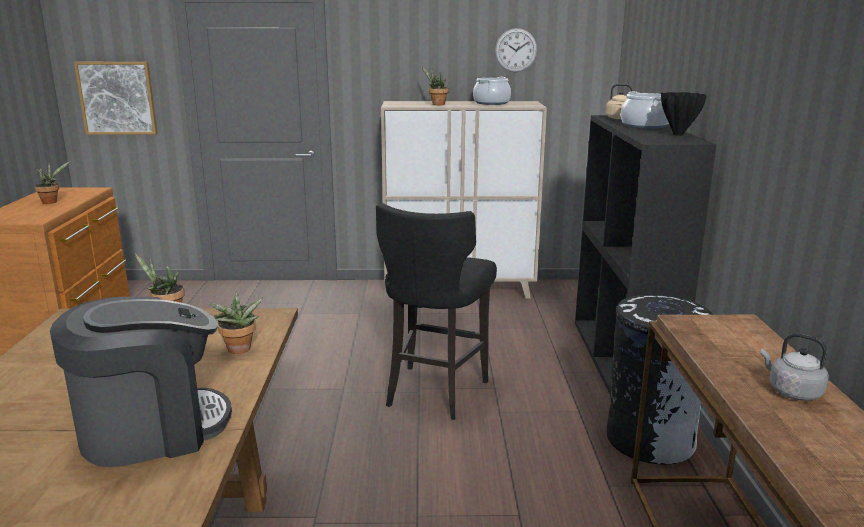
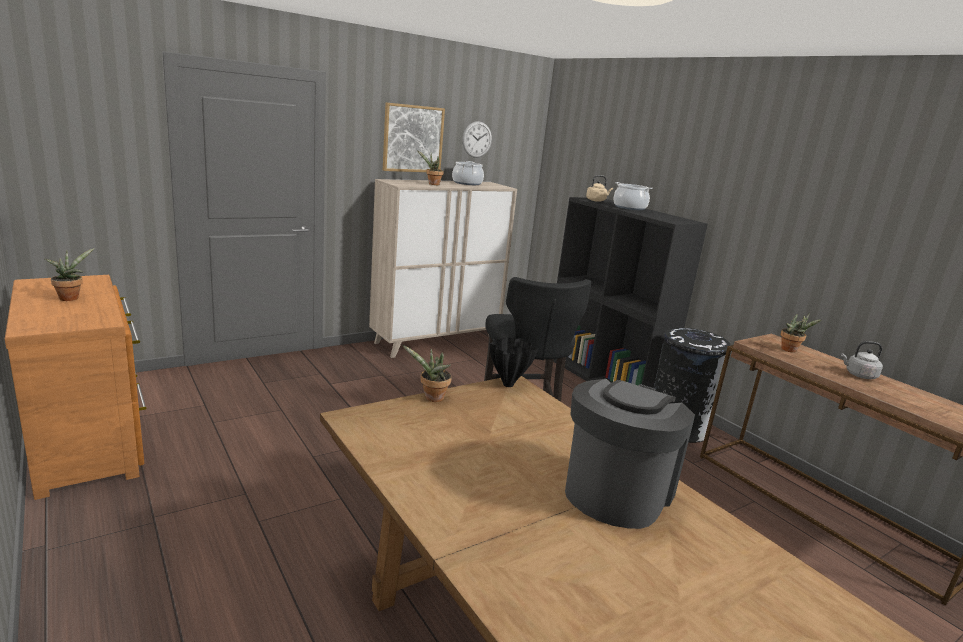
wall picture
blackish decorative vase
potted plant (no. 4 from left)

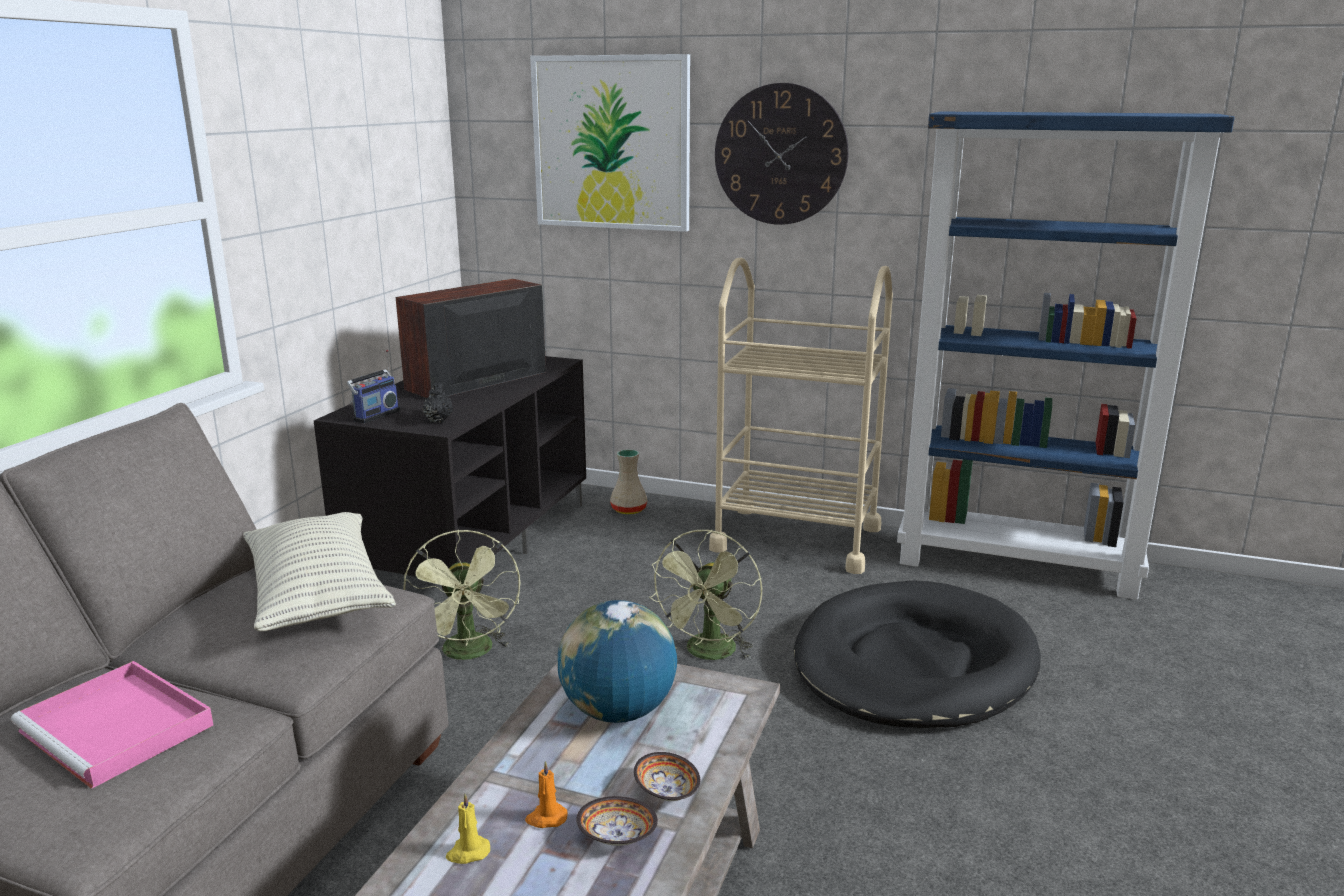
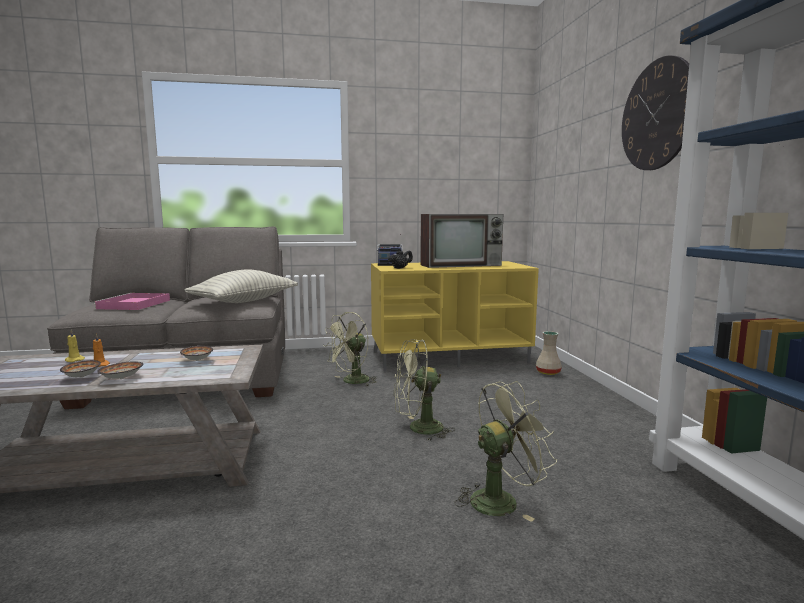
deep dish (no. 3 from left)
yellow-coloured media console
TV
green electric fan (no. 3 from left)
wall picture
sand-coloured cart

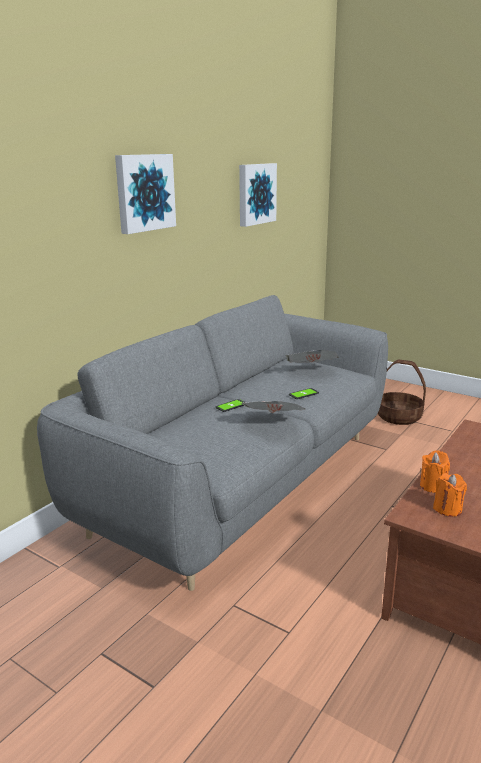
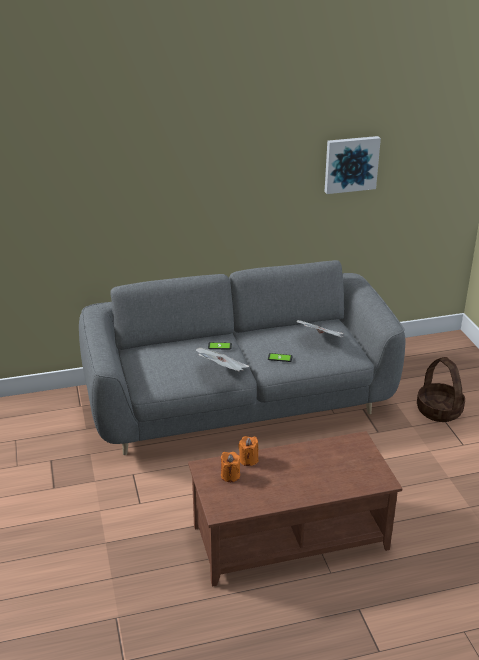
wall picture (no. 1 from left in the first image)

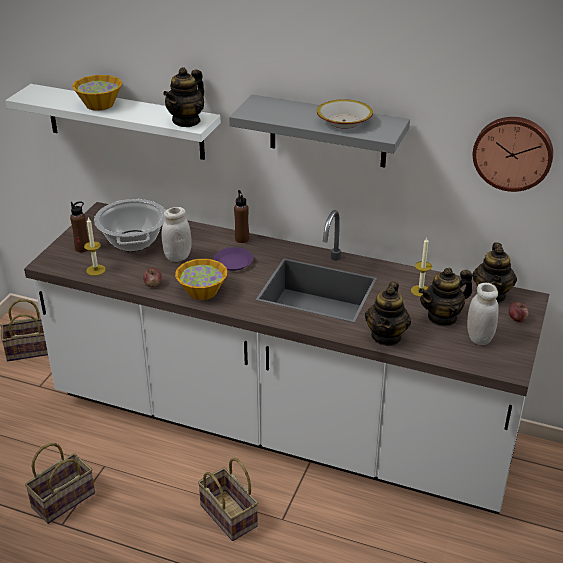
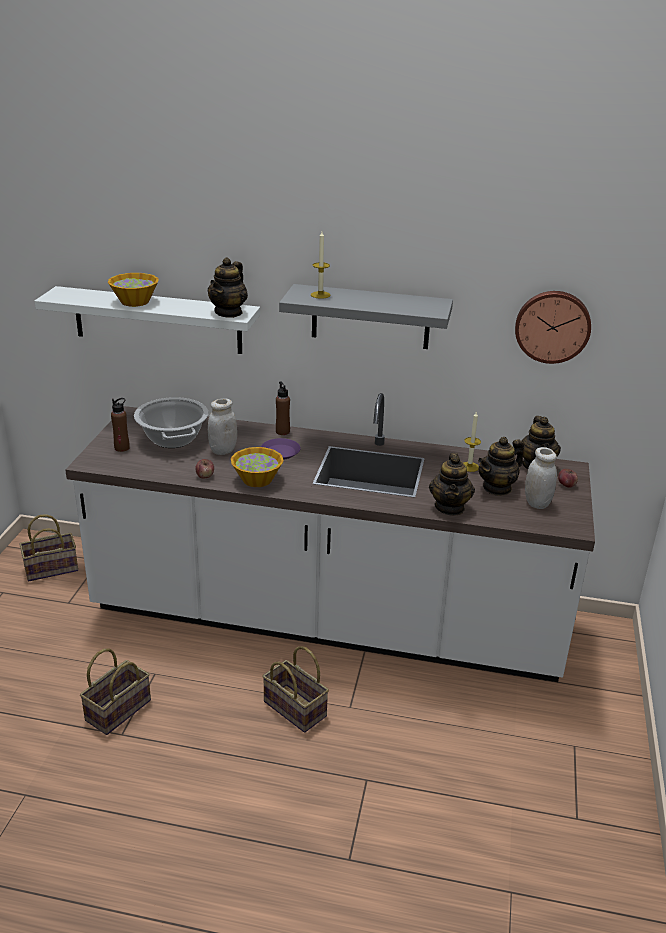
wax candle (no. 1 from left)
deep dish (no. 3 from left in the first image)

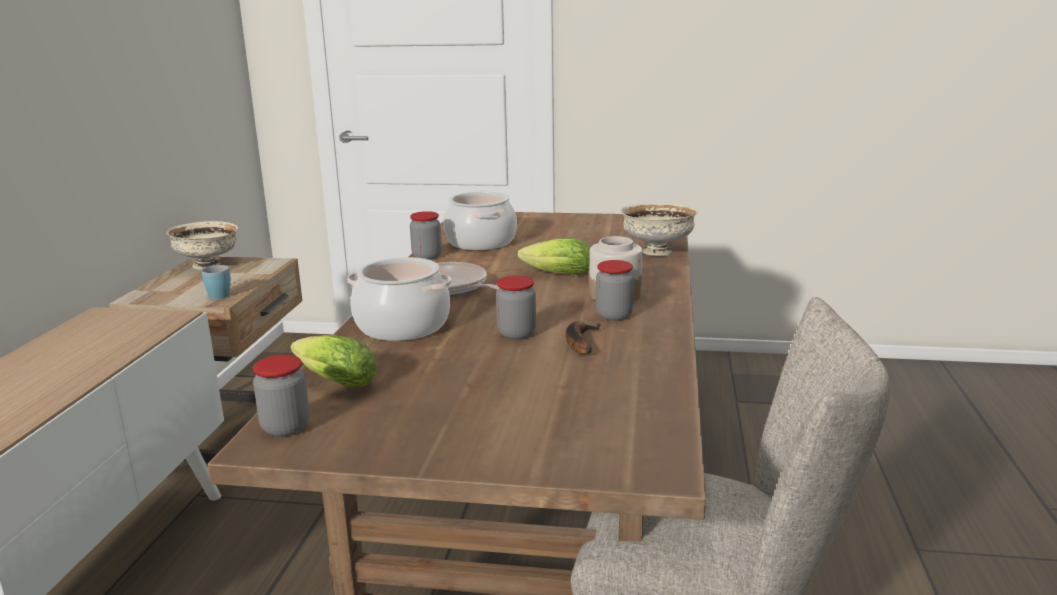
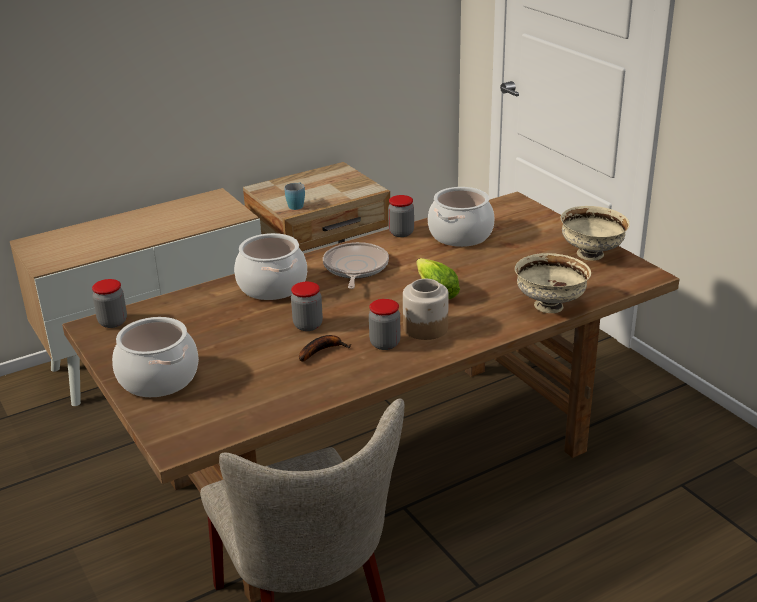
saucepot (no. 1 from left)
sand-coloured deep dish (no. 2 from left)
lettuce head (no. 1 from left in the first image)

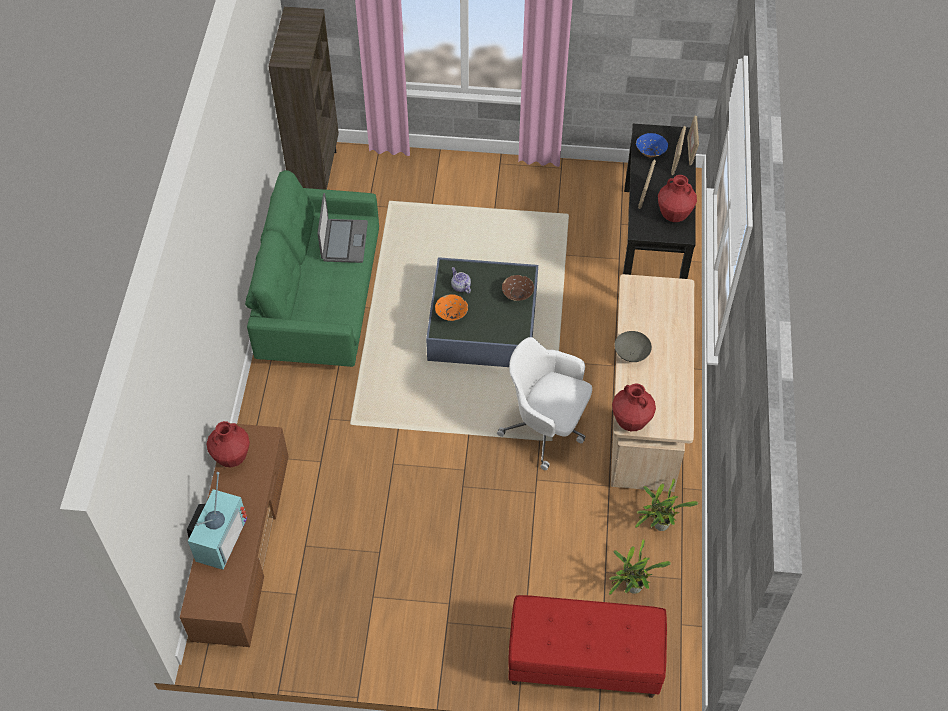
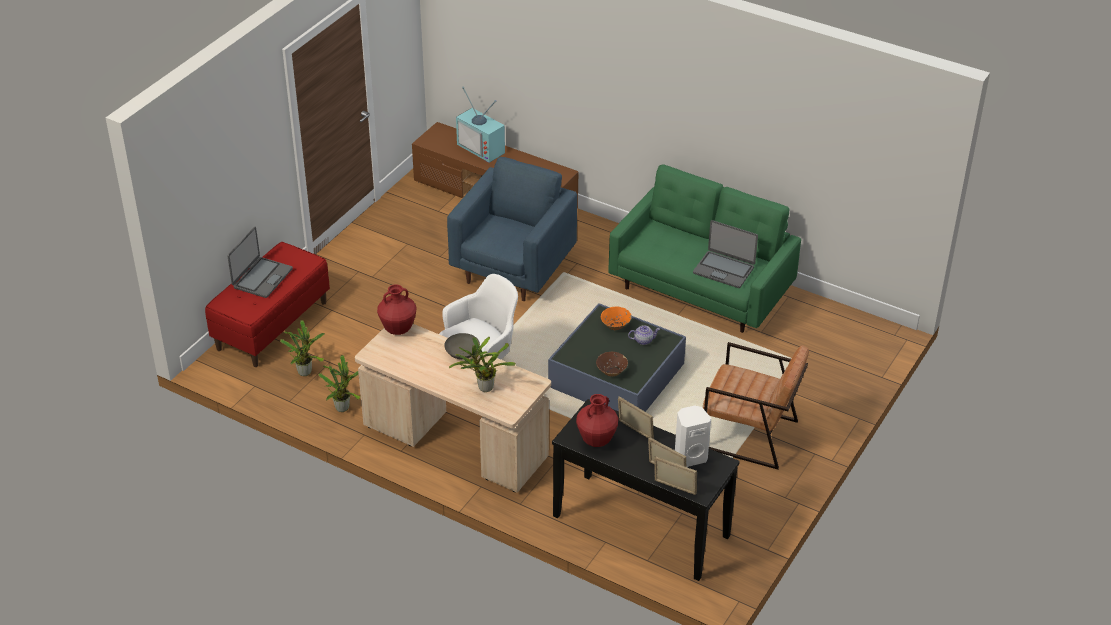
laptop (no. 1 from left)
blue-coloured lounge chair
potted plant (no. 3 from left)
whitish audio speaker
brown-coloured lounge chair
red-coloured decorative vase (no. 1 from left in the first image)
brown-coloured shelving unit

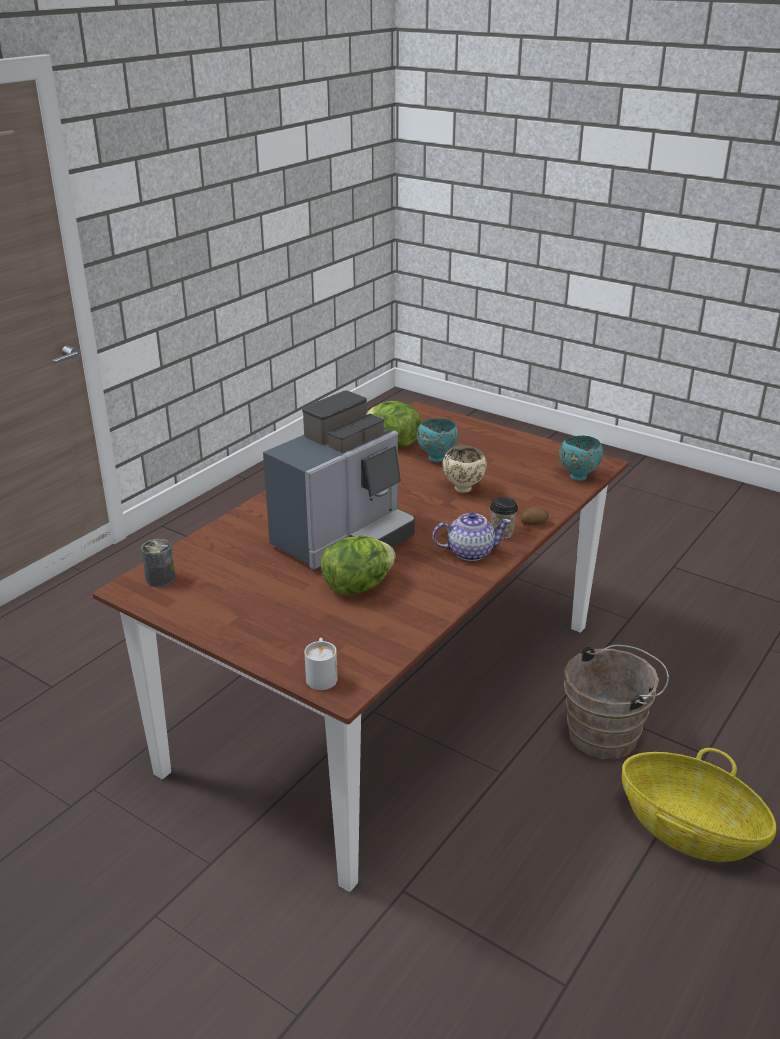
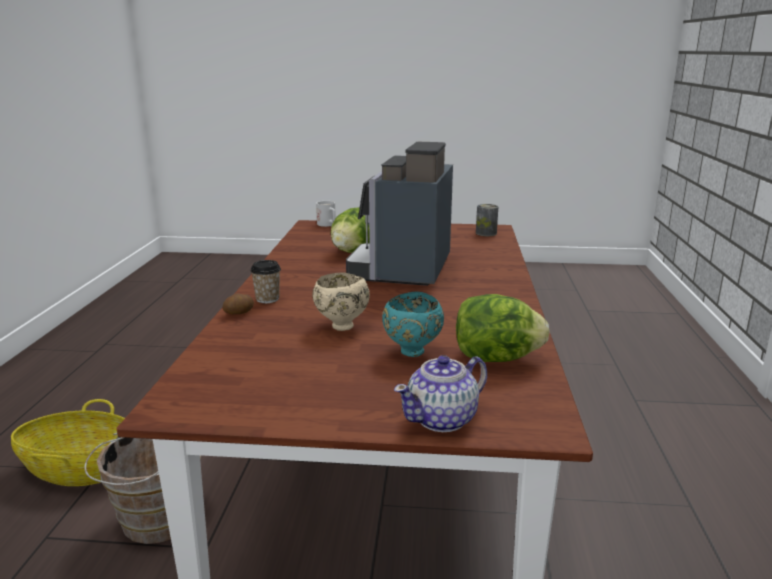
teapot
turquoise-coloured deep dish (no. 2 from left in the first image)

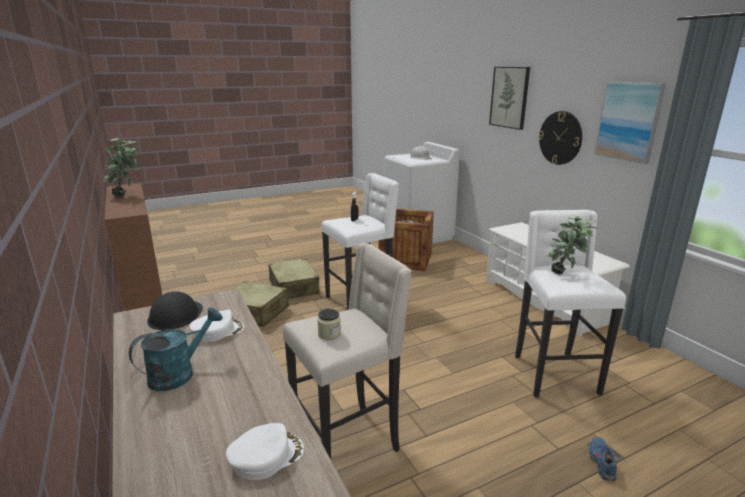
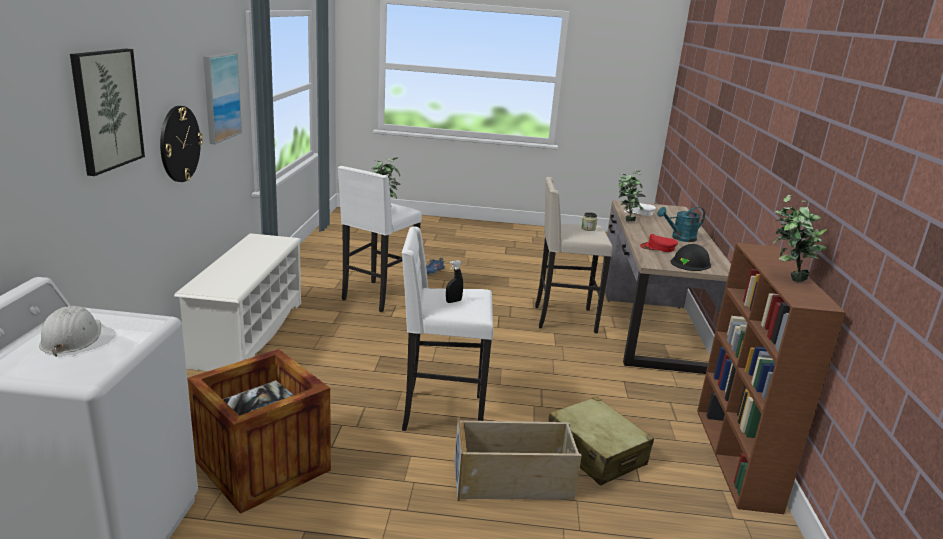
sand-coloured storage container
potted plant (no. 2 from left)
red-coloured cap

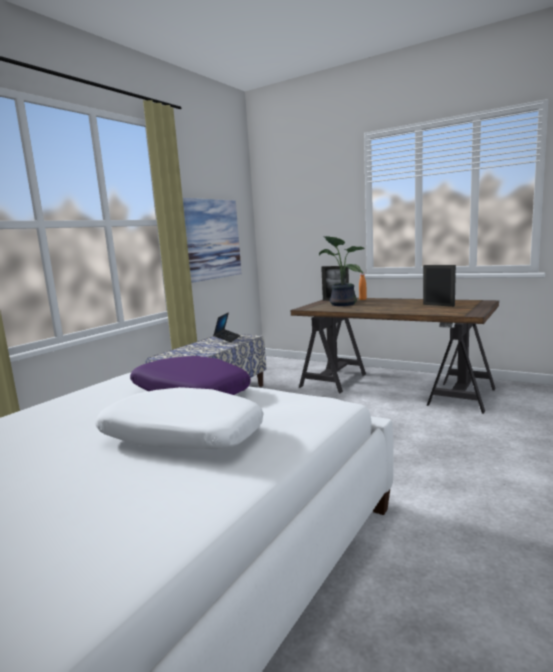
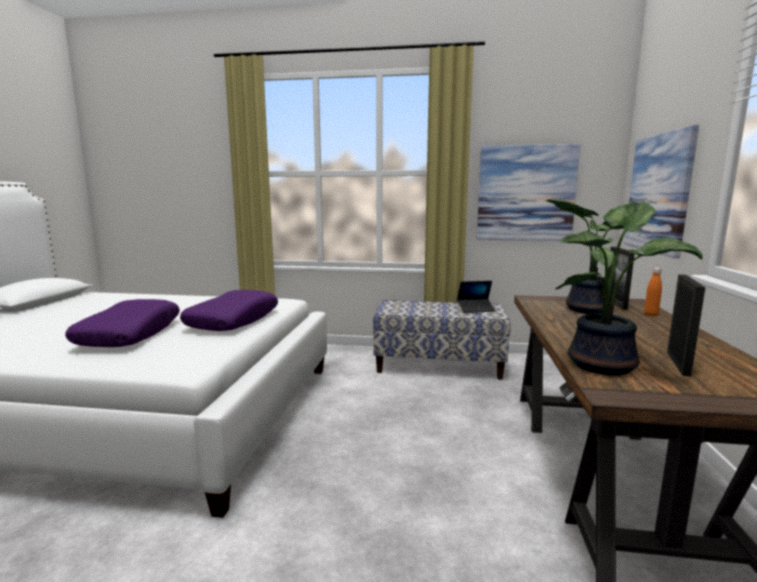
purplish throw pillow (no. 1 from left)
potted plant (no. 2 from left)
wall picture (no. 2 from left)

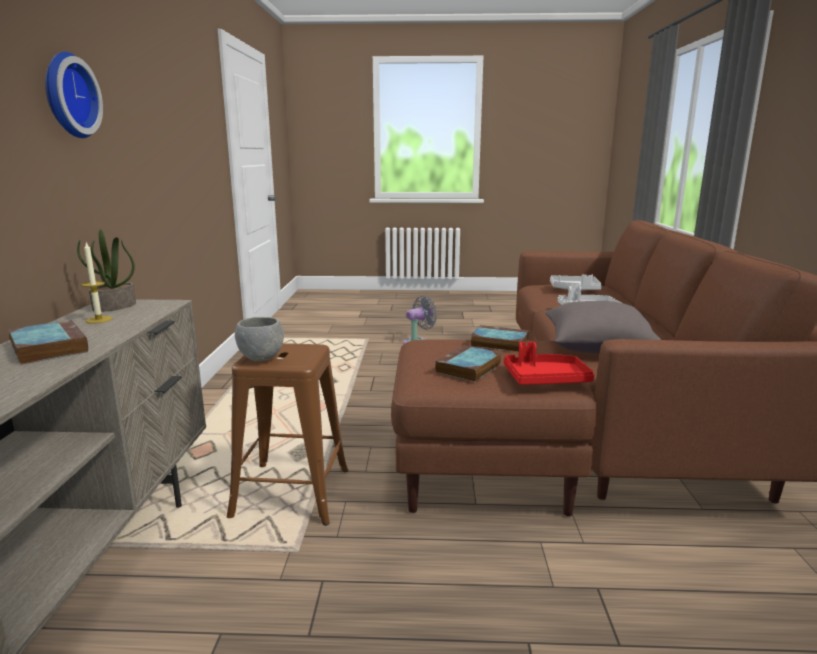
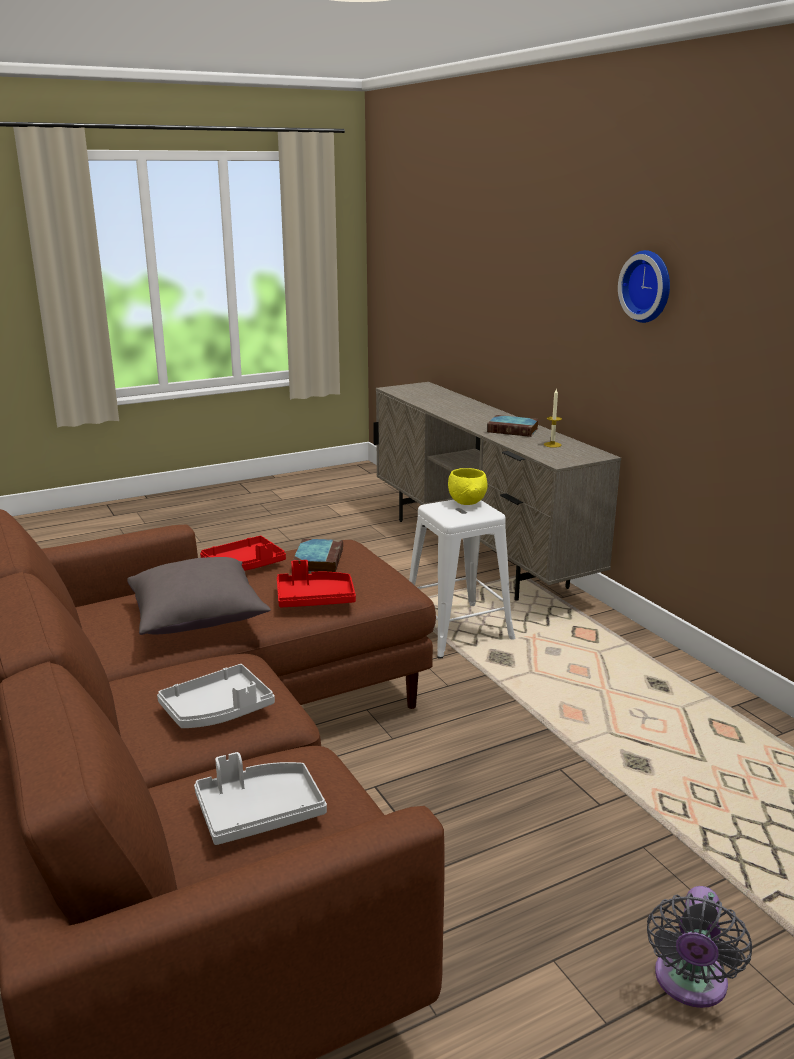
red-coloured serving tray (no. 2 from left)
whitish sitting stool
yellow-coloured deep dish
potted plant

